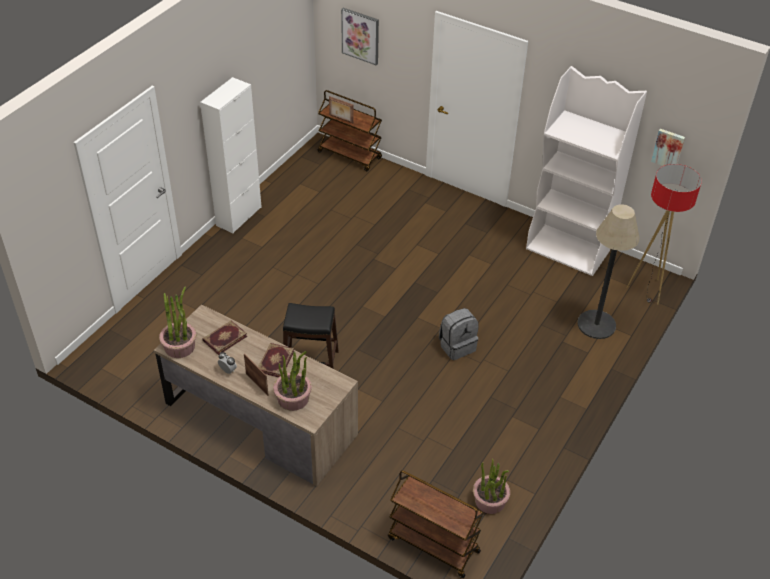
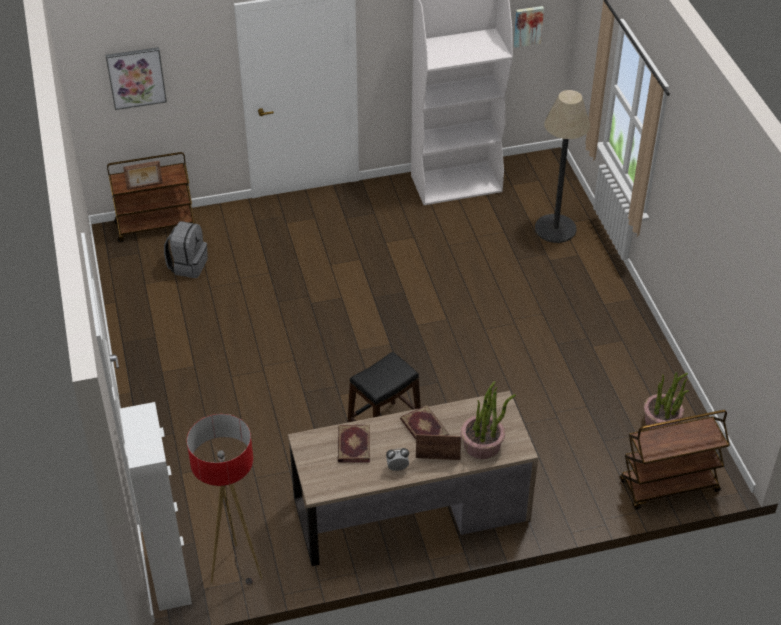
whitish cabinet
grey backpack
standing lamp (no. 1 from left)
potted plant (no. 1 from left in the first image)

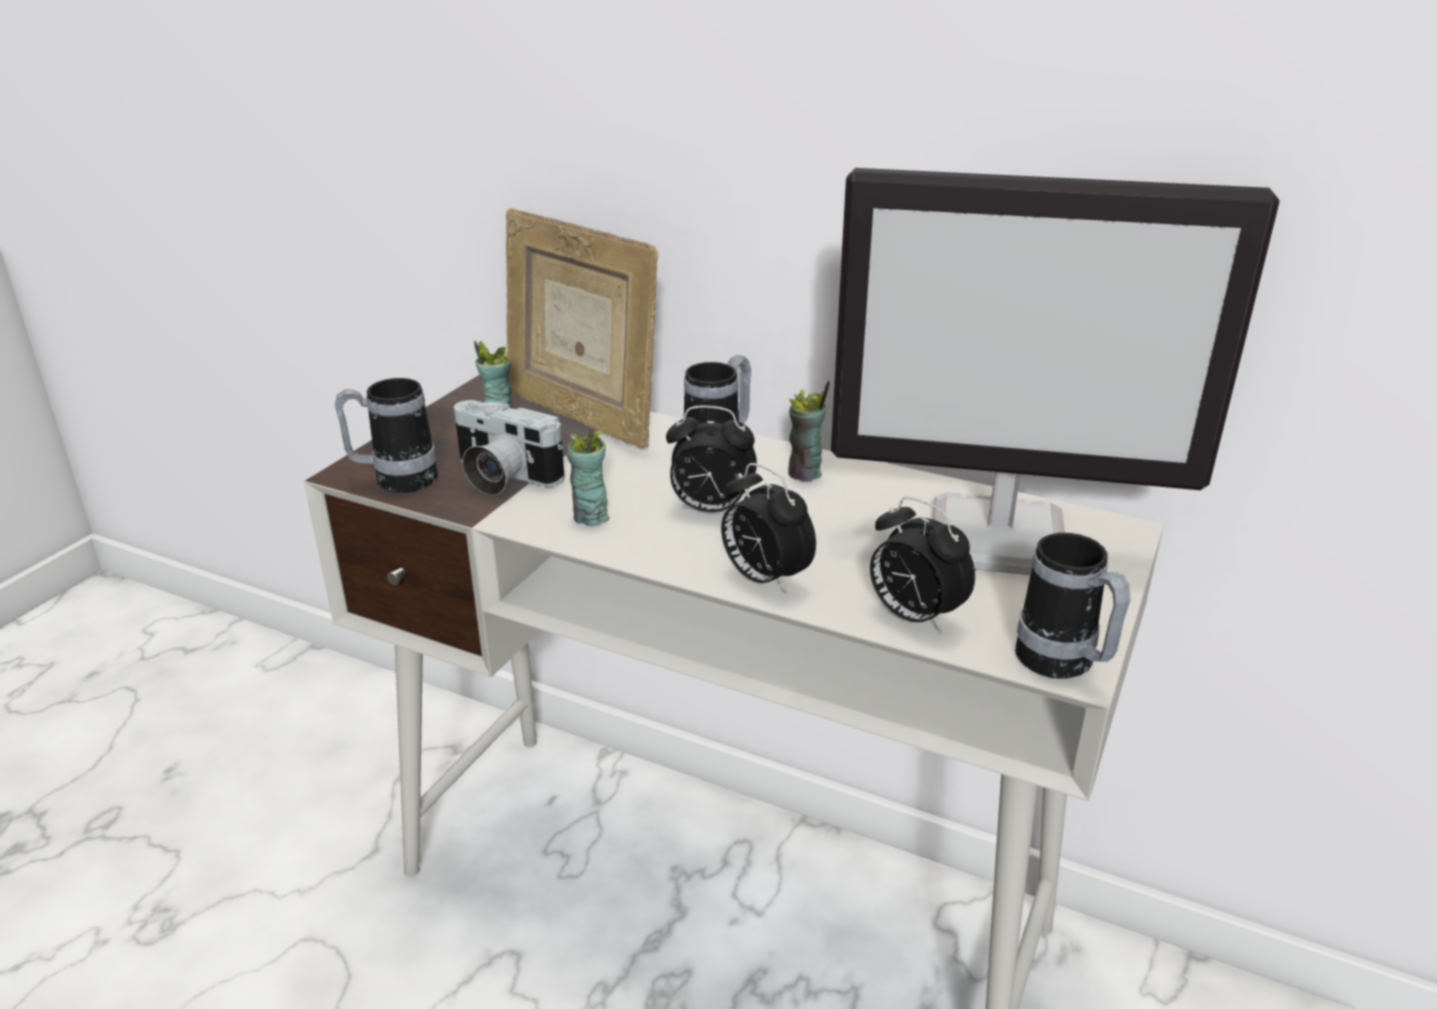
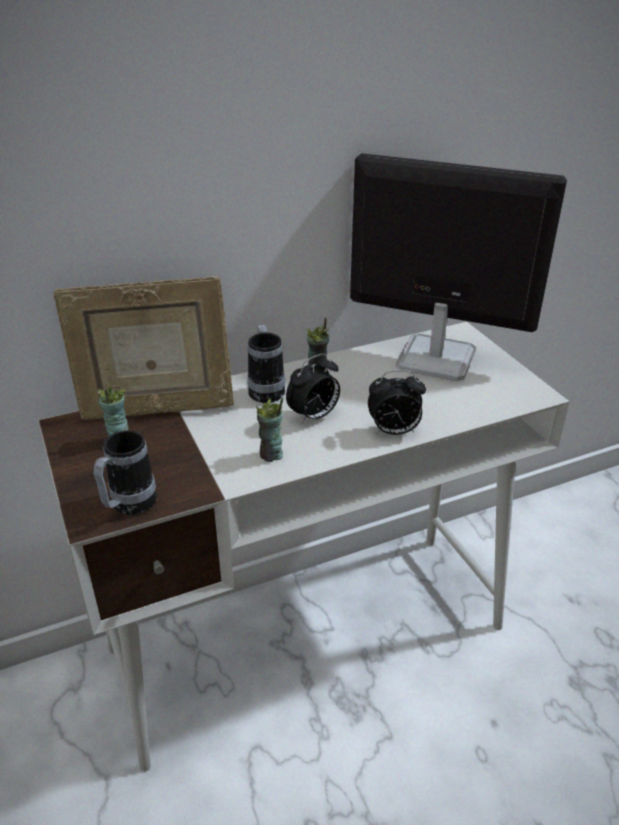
computer display
still camera
alarm clock (no. 3 from left in the first image)
mug (no. 3 from left in the first image)

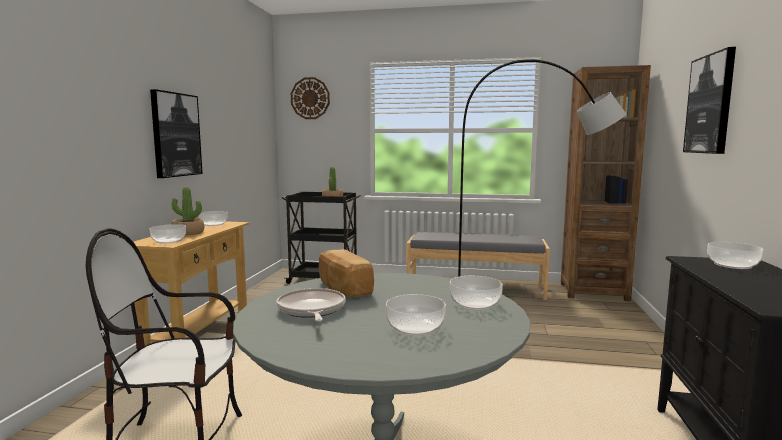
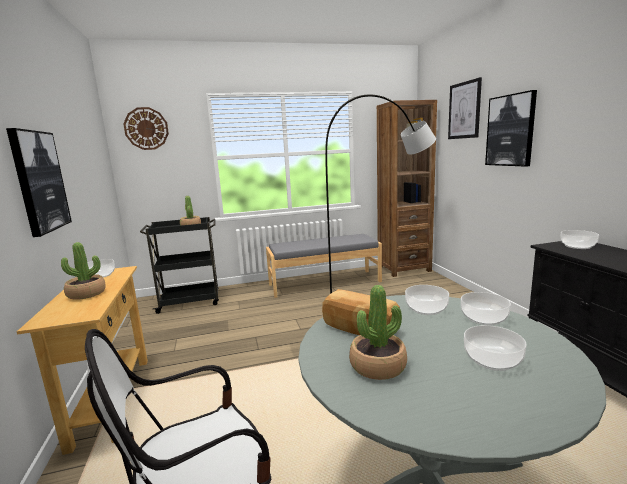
potted plant (no. 3 from left)
deep dish (no. 2 from left)
wall picture (no. 2 from left)

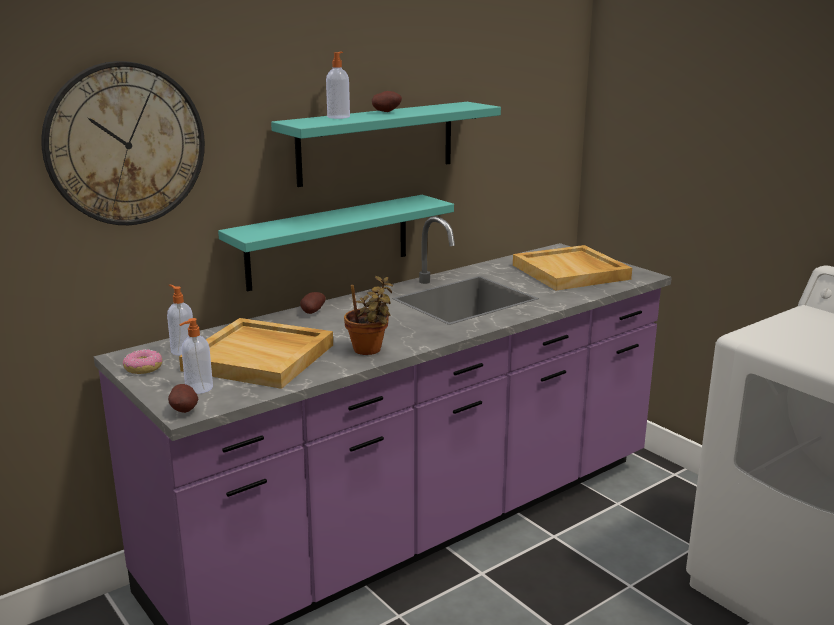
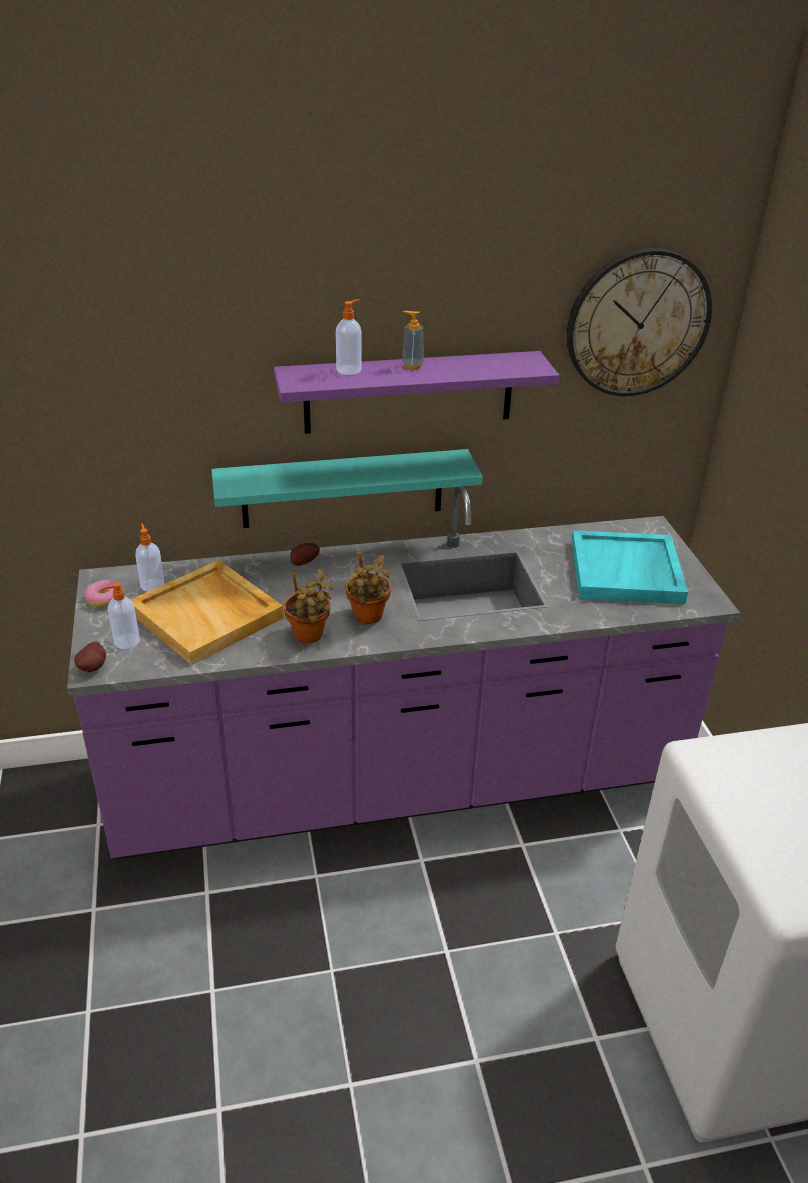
purplish bracket shelf
potted plant (no. 2 from left)
soap dispenser (no. 4 from left)
clock on the wall
turquoise-coloured serving tray

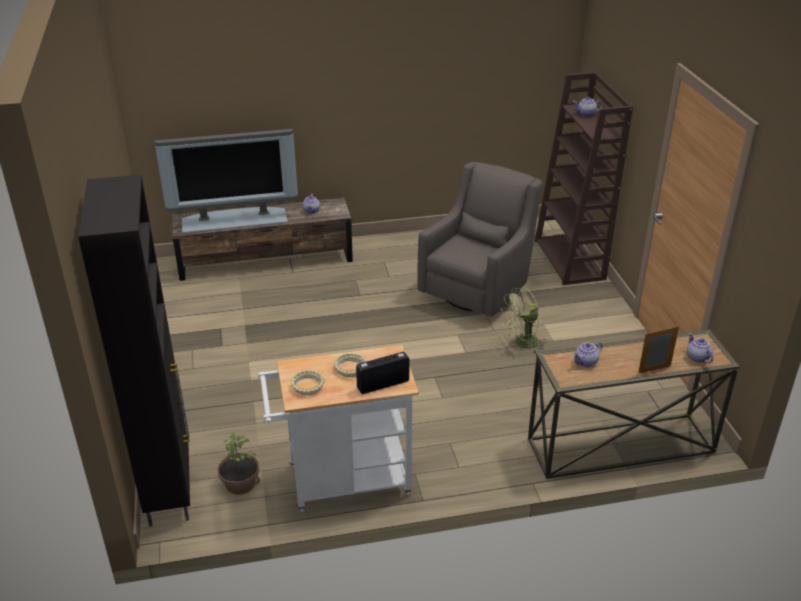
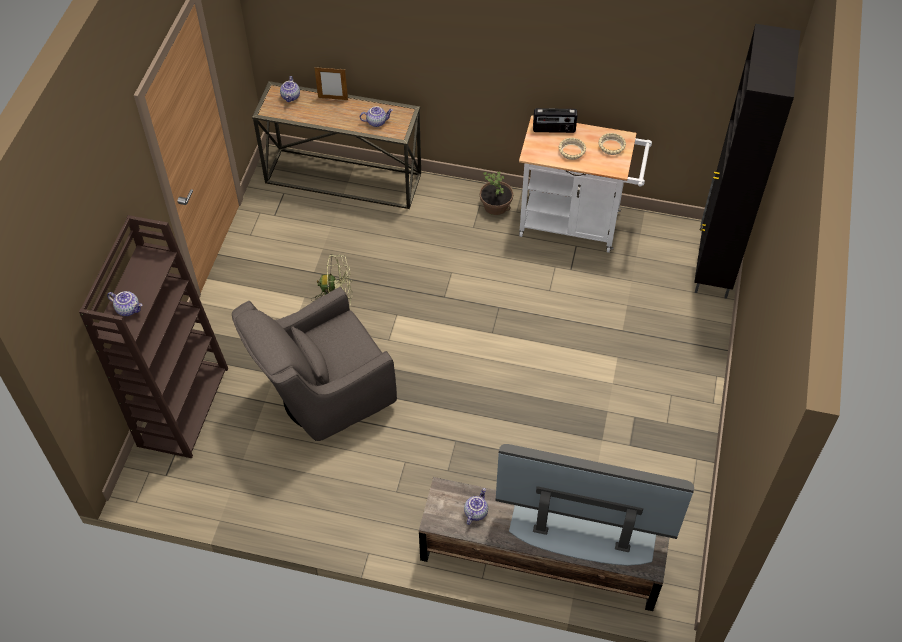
potted plant

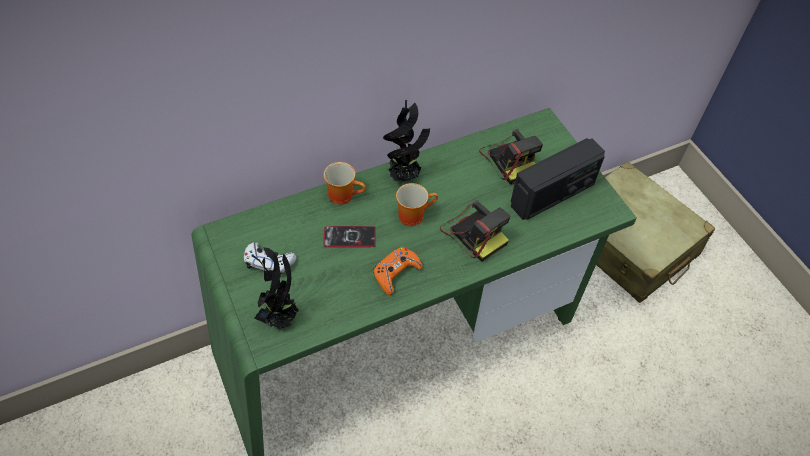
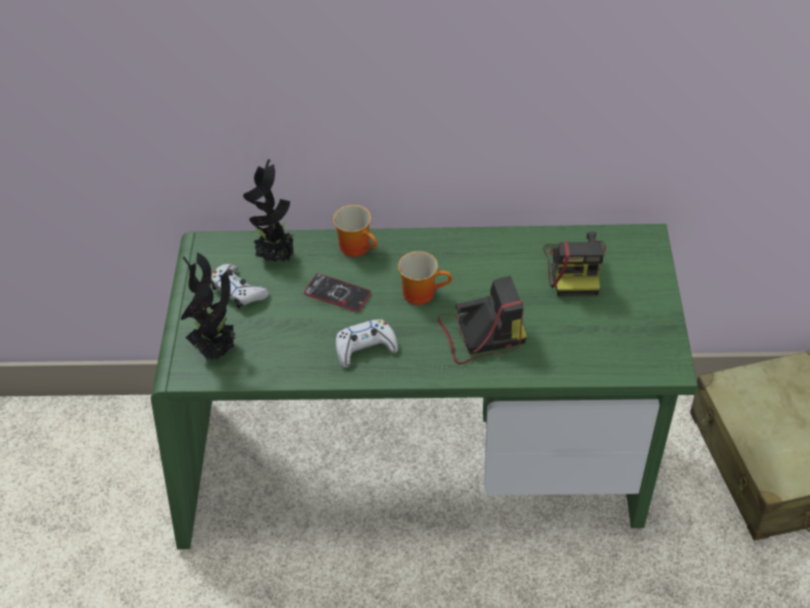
potted plant (no. 2 from left)
whitish joypad (no. 2 from left)
still camera (no. 1 from left)
radio receiver

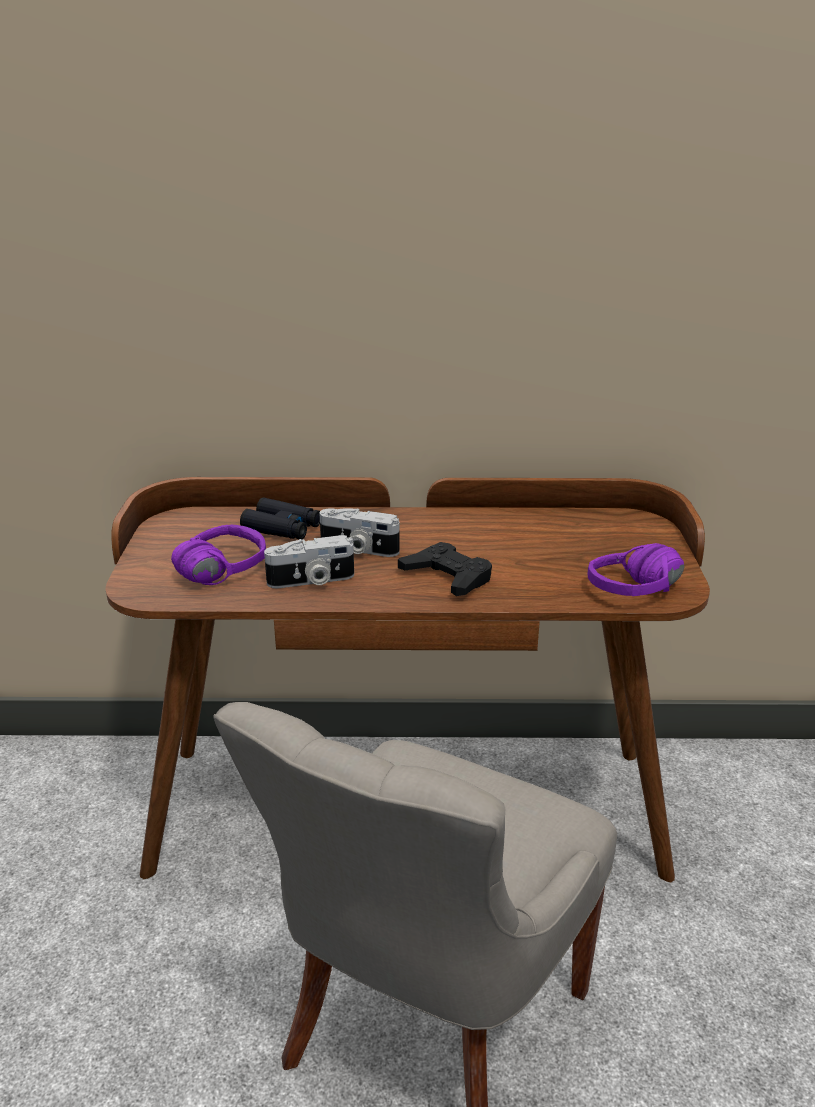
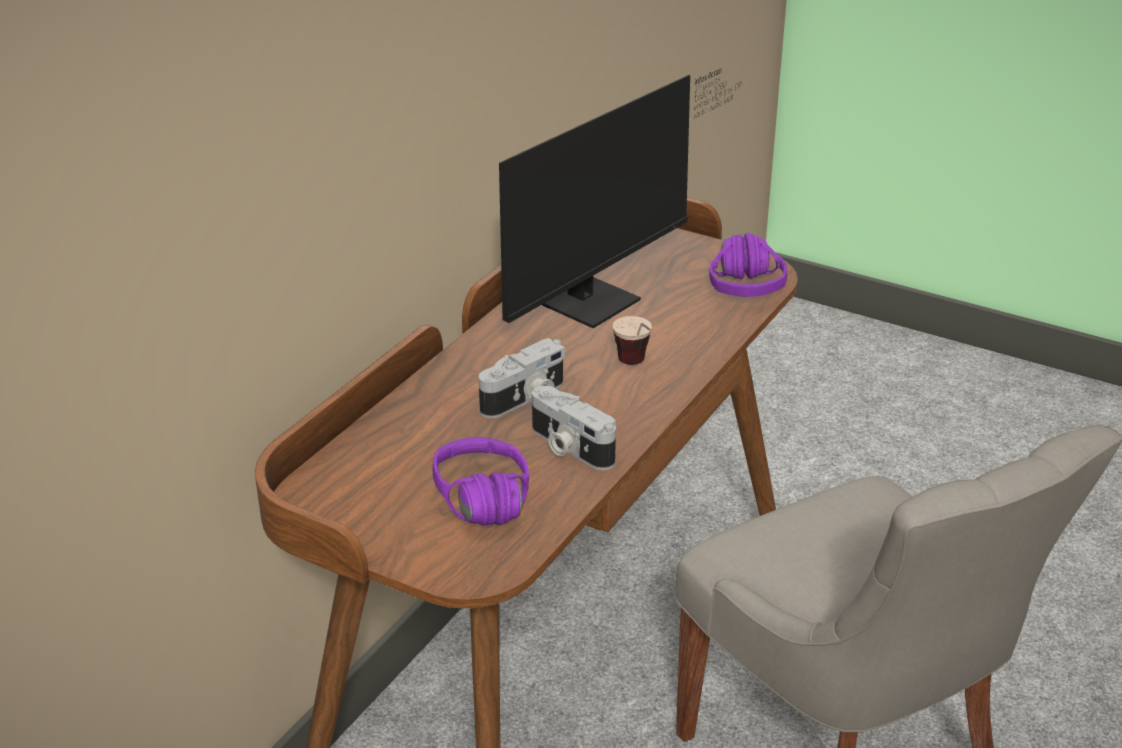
computer display
still camera (no. 2 from left)
cup
blackish pair of binoculars

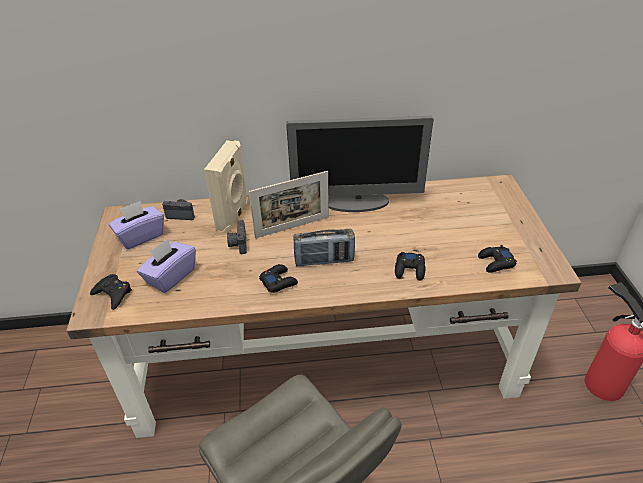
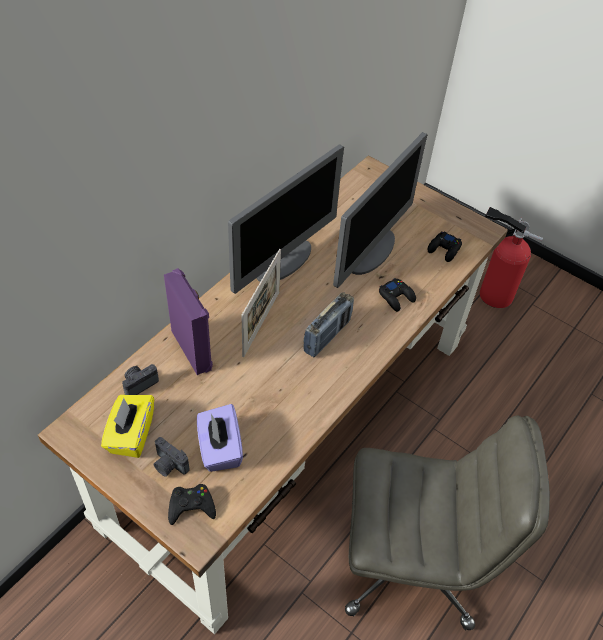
yellow-coloured tissue holder
still camera (no. 2 from left)
purplish audio speaker
computer display (no. 2 from left)
blackish joypad (no. 2 from left in the first image)

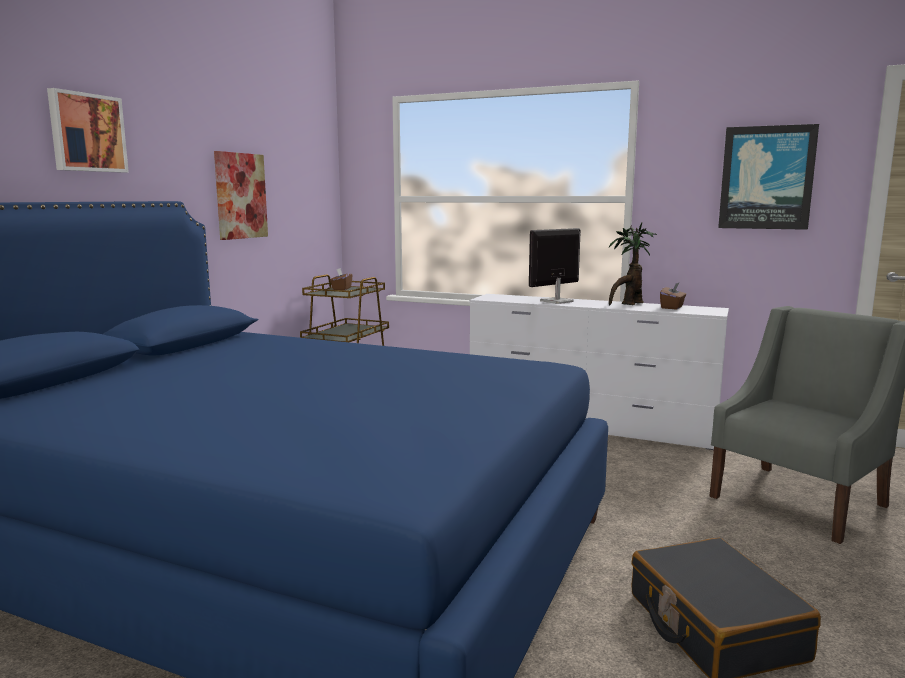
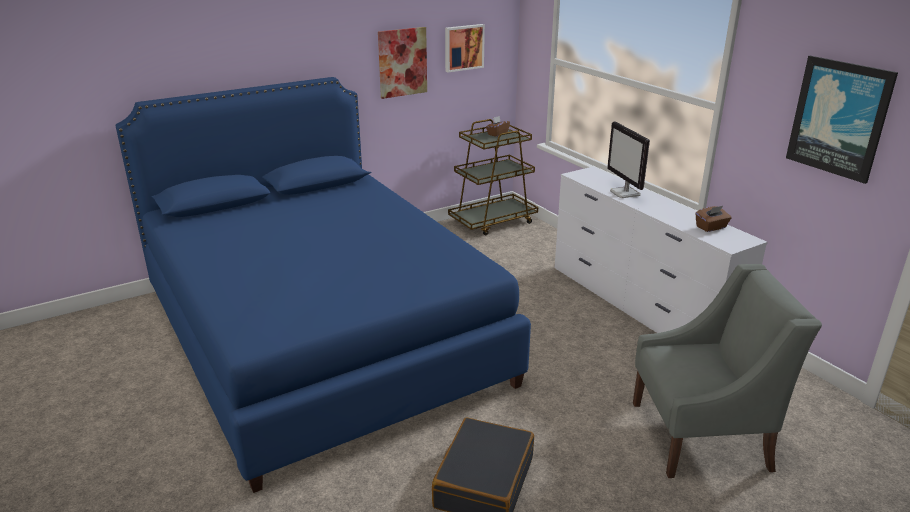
wall picture (no. 2 from left)
computer display
potted plant

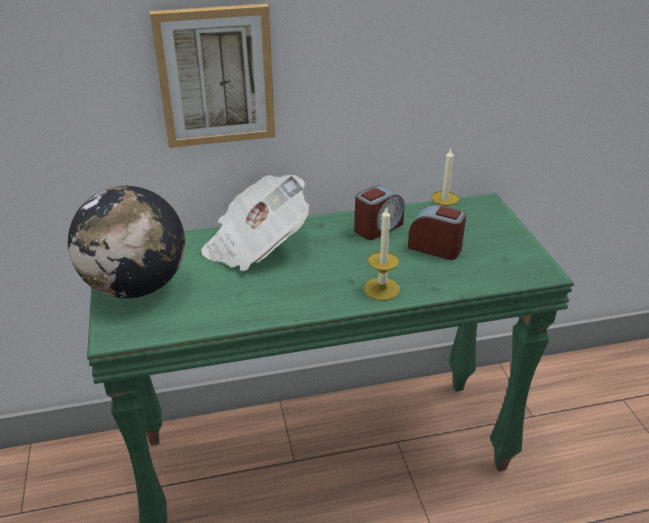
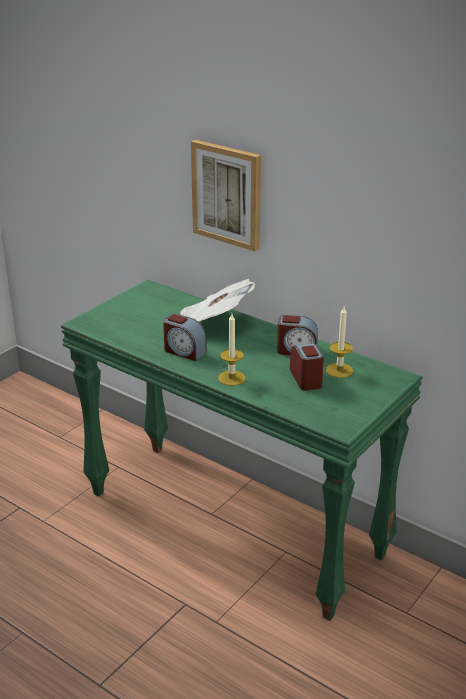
alarm clock (no. 1 from left)
desk globe

